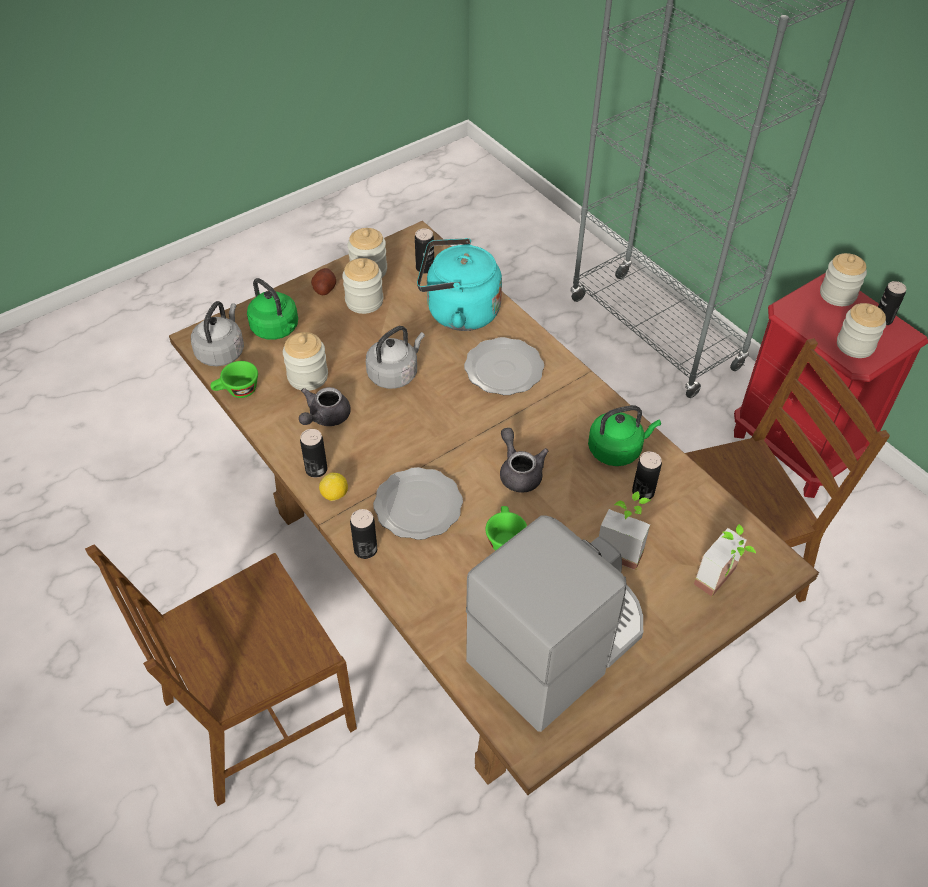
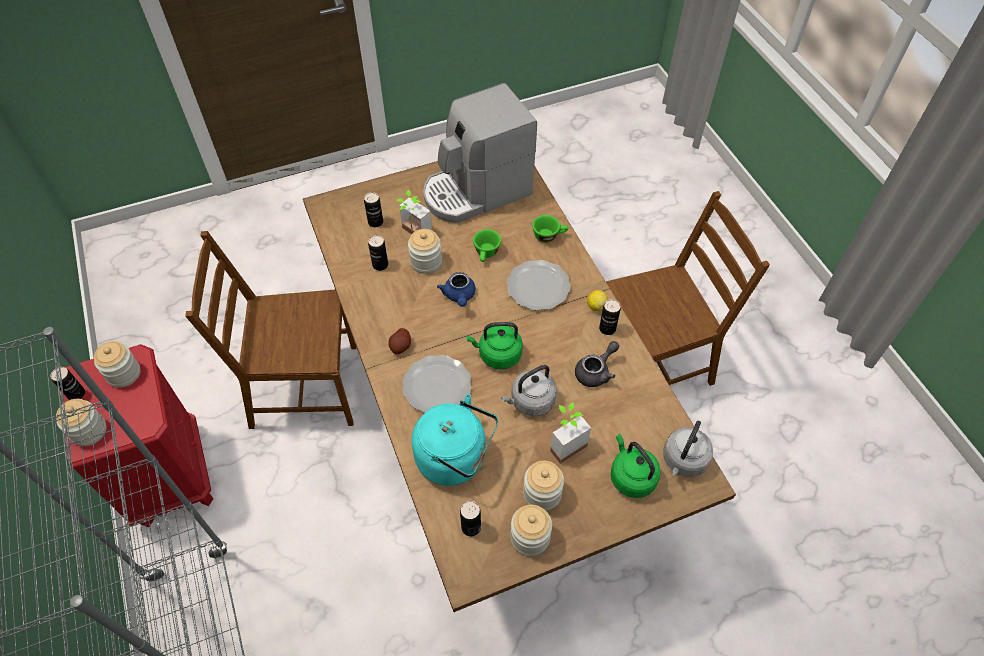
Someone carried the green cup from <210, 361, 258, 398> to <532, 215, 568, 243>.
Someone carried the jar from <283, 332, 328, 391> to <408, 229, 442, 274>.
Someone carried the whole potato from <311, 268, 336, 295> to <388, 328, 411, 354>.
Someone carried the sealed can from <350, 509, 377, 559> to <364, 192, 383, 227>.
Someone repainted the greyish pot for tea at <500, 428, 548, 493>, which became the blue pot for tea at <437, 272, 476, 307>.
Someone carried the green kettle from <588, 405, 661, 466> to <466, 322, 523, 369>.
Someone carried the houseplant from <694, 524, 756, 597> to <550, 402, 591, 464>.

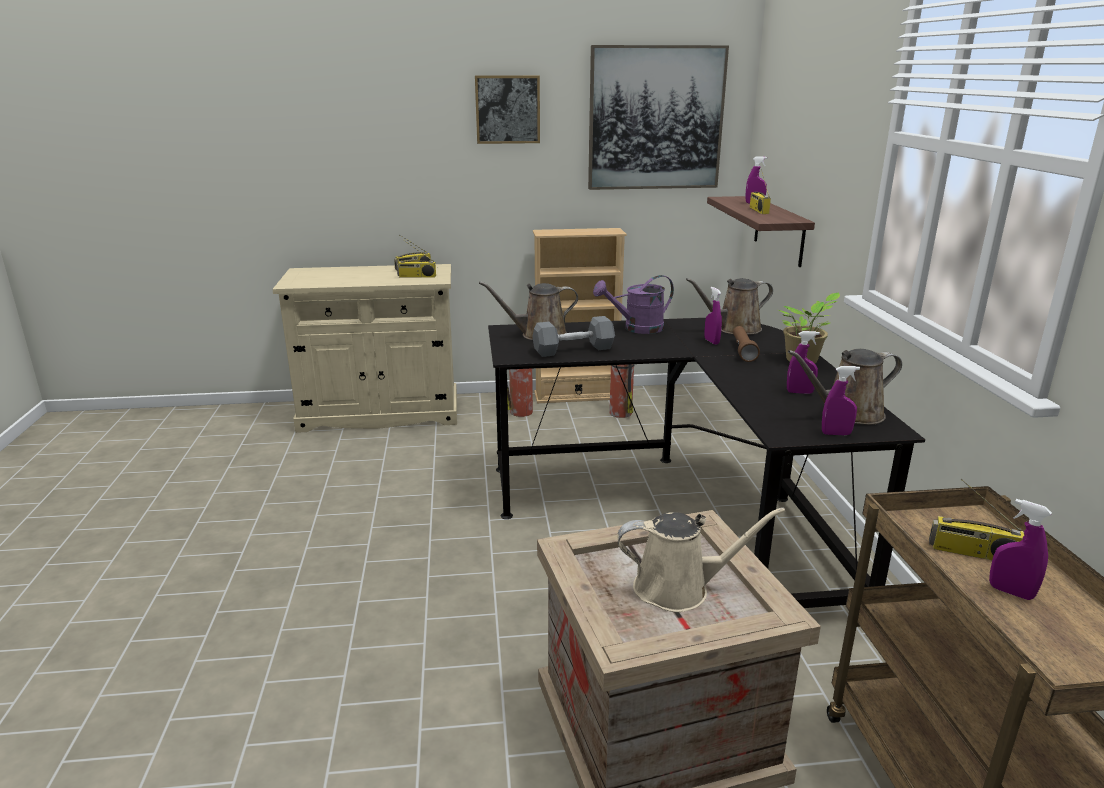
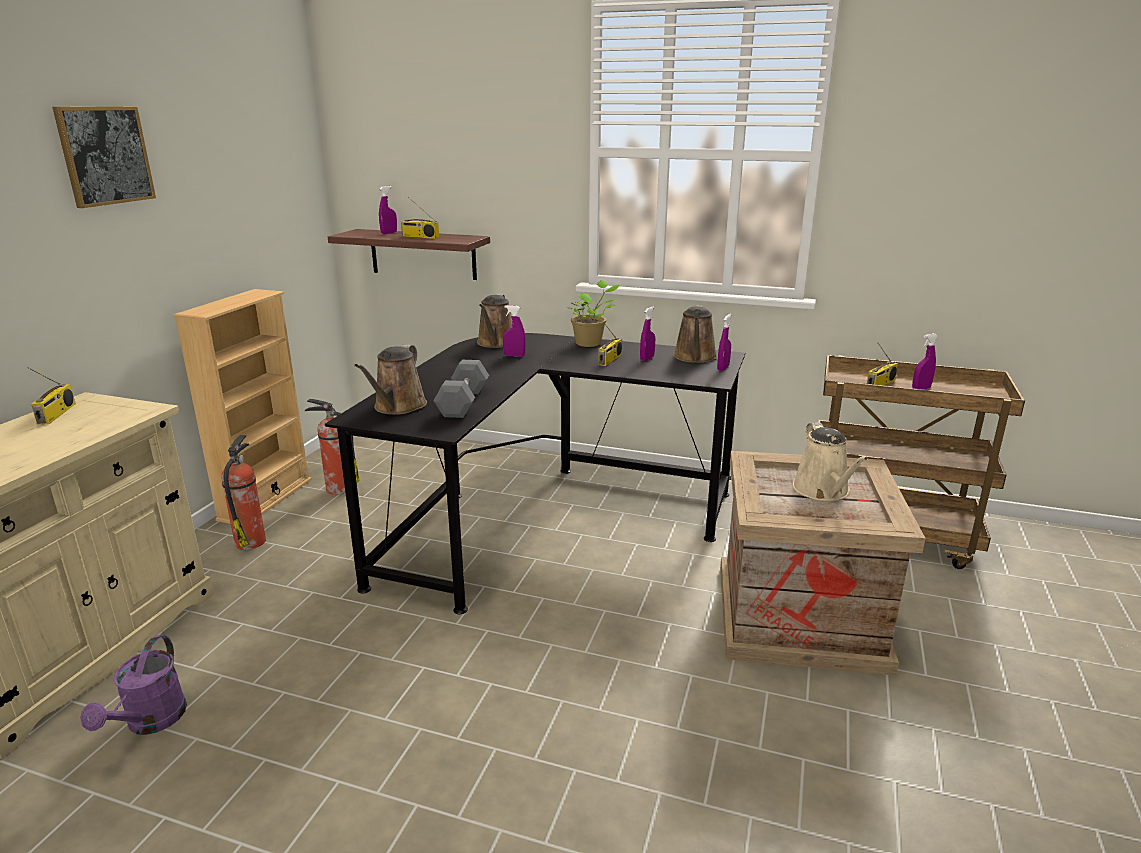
Someone carried the radio receiver from <397, 240, 436, 278> to <598, 322, 622, 366>.
Someone took away the wall art at <588, 45, 729, 190>.
Someone carried the purple-coloured watering can from <593, 275, 674, 334> to <80, 635, 187, 735>.
Someone rotated the beige watering can at <617, 507, 785, 612> by 150 degrees clockwise.
Someone took away the brown hand torch at <733, 326, 760, 362>.

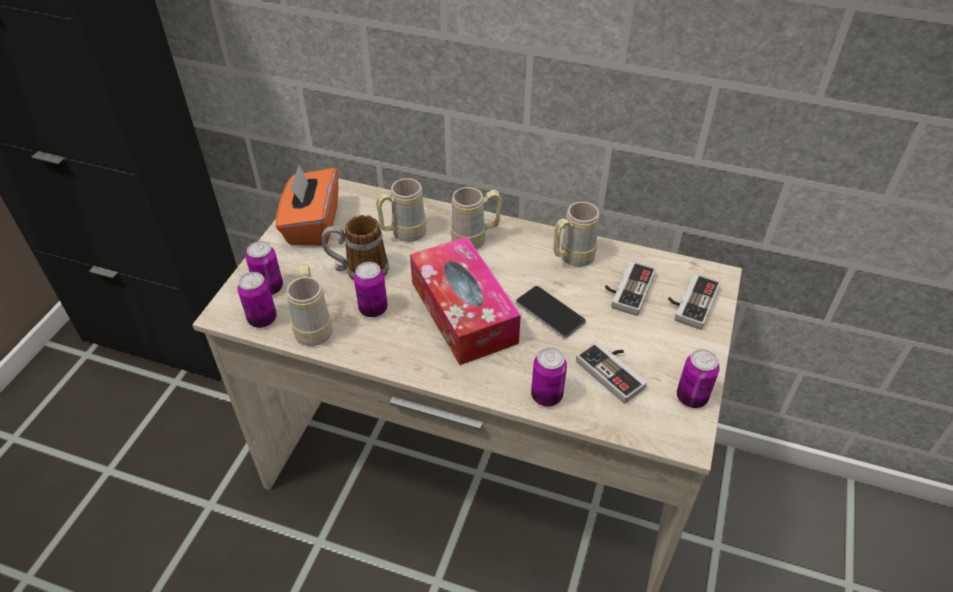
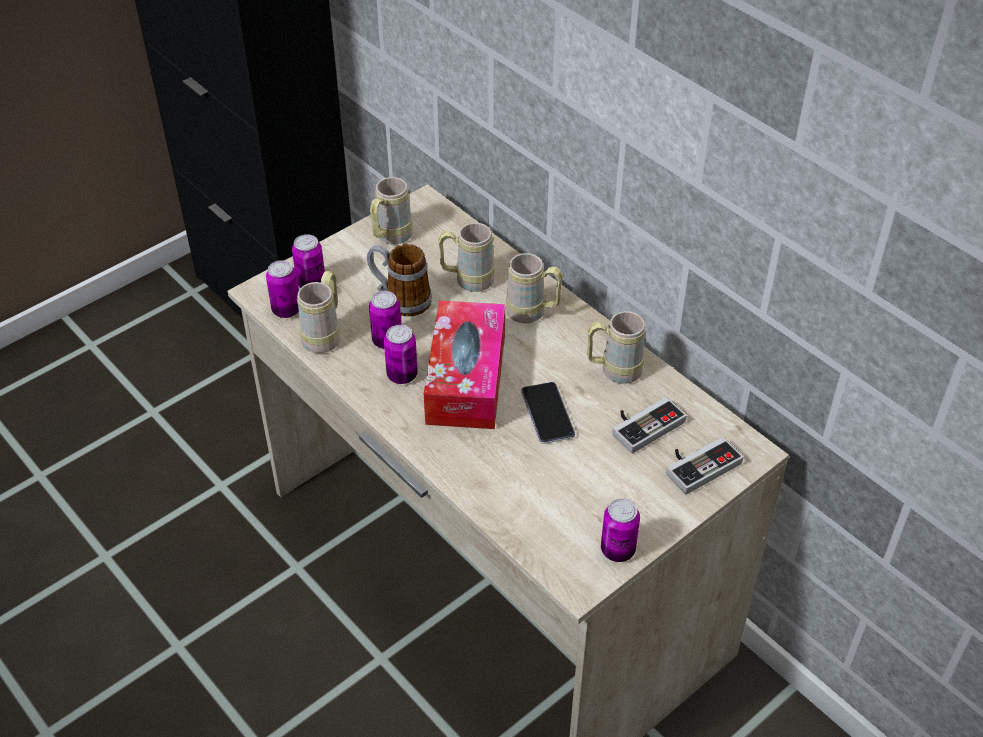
Someone swapped the orange tissue box at <276, 165, 338, 246> for the beige tea mug at <370, 177, 413, 244>.
Someone carried the sealed can from <531, 348, 567, 407> to <384, 325, 418, 384>.
Someone took away the gamepad at <576, 341, 647, 404>.

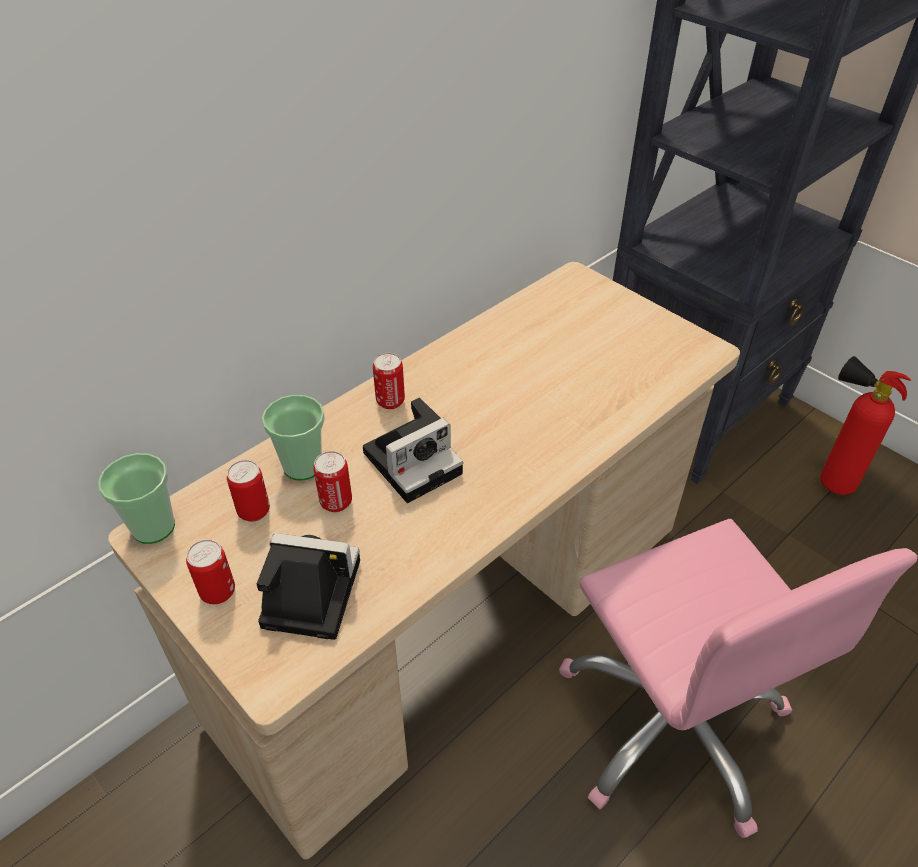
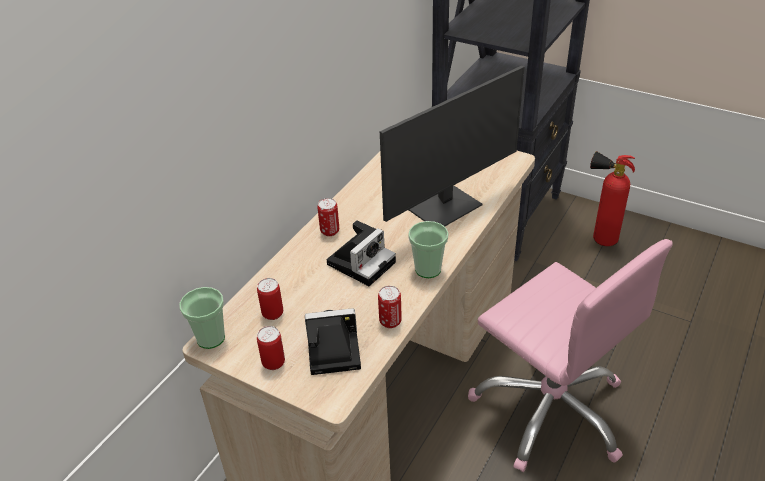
Someone carried the cup from <262, 395, 325, 480> to <408, 221, 449, 278>.
Someone carried the sealed can from <313, 451, 352, 512> to <378, 286, 402, 328>.
Someone put down the monitor at <380, 66, 524, 227>.

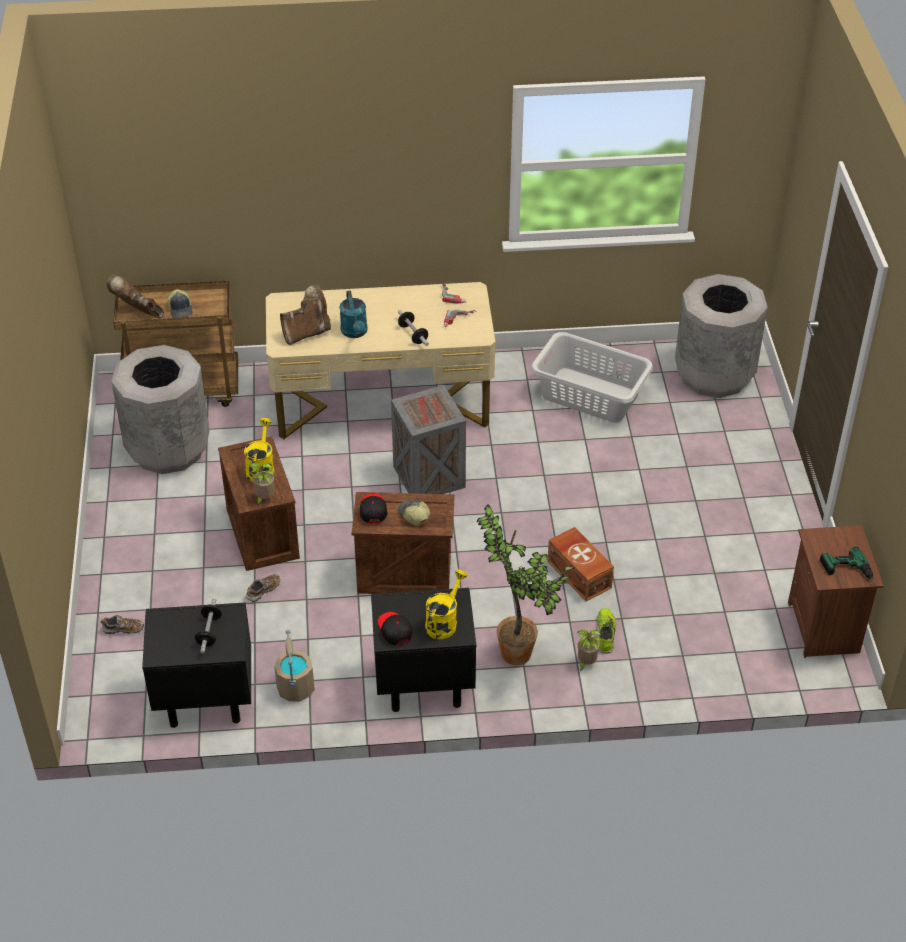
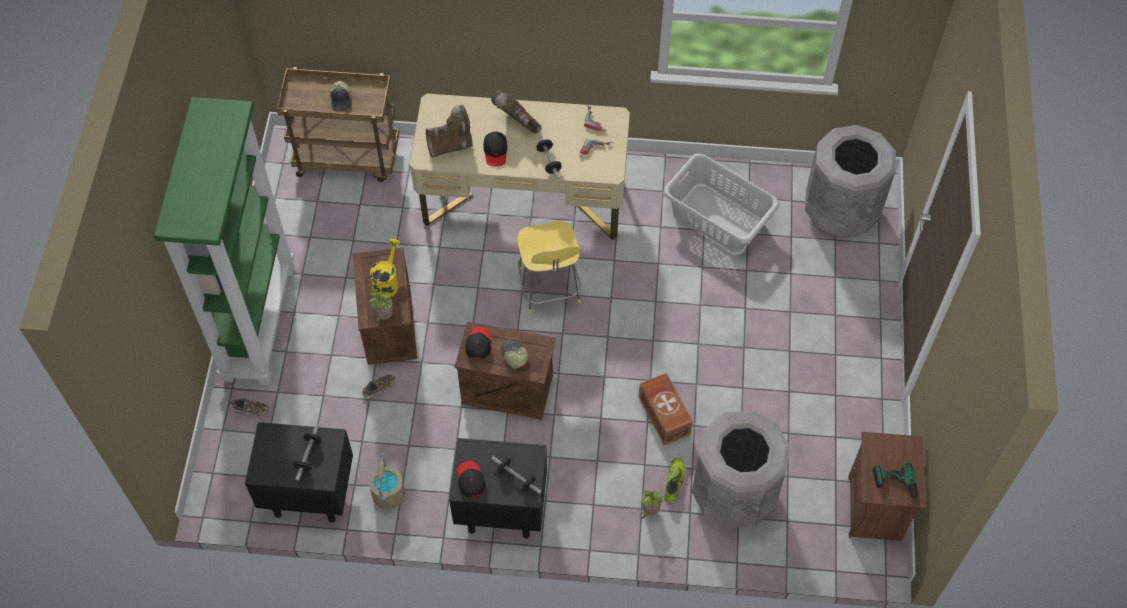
Someone carried the brown boot from <107, 274, 164, 318> to <491, 90, 541, 133>.
Someone carried the greyish trash can from <111, 345, 210, 474> to <692, 410, 790, 528>.
Someone swapped the blue-green watering can at <339, 291, 368, 338> for the black baseball cap at <484, 131, 507, 166>.
Someone swapped the packing crate at <391, 385, 466, 494> for the yellow-coloured sitting stool at <517, 221, 581, 314>.
Someone swapped the yellow-coloured watering can at <425, 570, 468, 639> for the free weight at <491, 456, 541, 494>.
Someone took away the houseplant at <477, 505, 574, 666>.
Someone put down the green bookcase at <154, 97, 294, 385>.

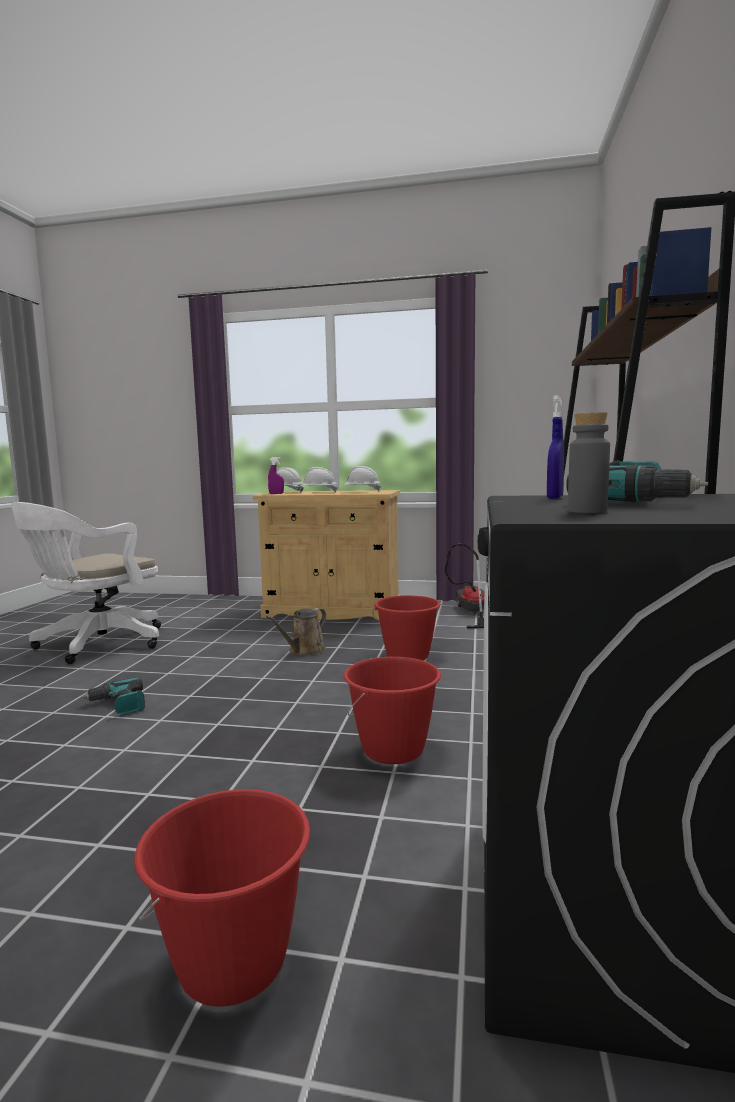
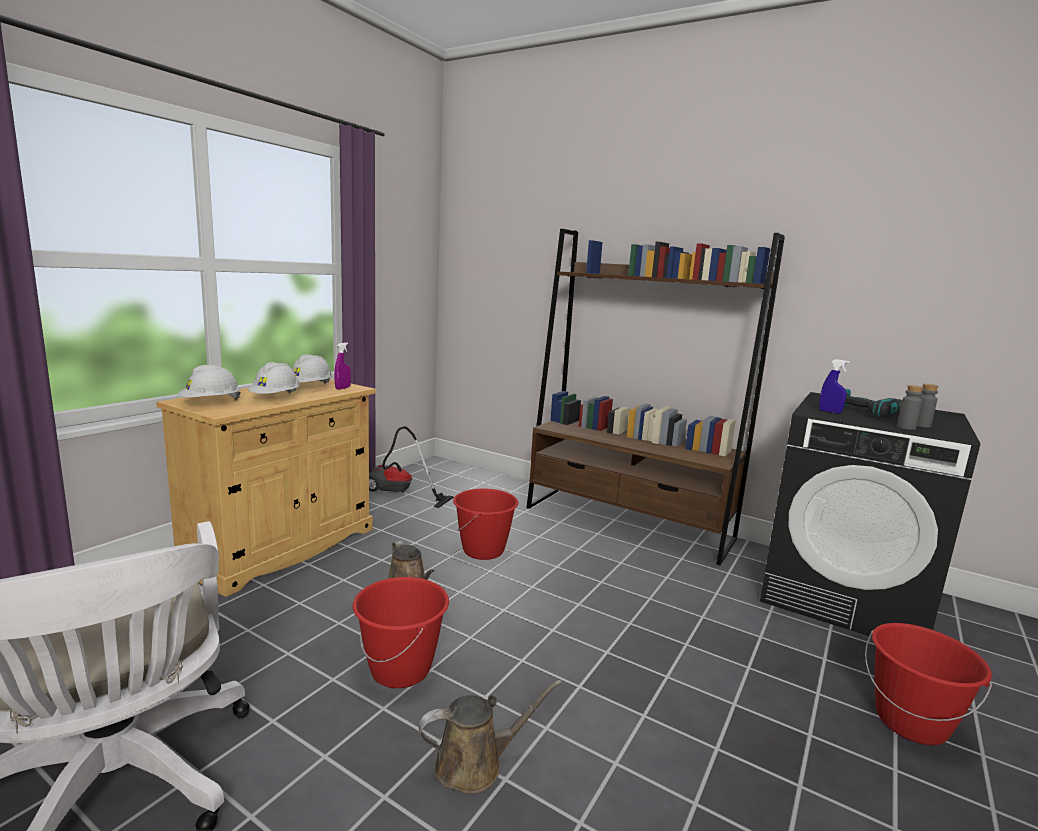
Someone swapped the drill at <81, 677, 145, 716> for the brown watering can at <419, 680, 562, 794>.
Someone carried the purple-coloured hand sprayer from <268, 457, 284, 494> to <334, 342, 351, 390>.
Someone carried the red pail from <343, 657, 441, 764> to <353, 577, 449, 688>.
Someone put down the greyish bottle at <897, 385, 924, 430>.

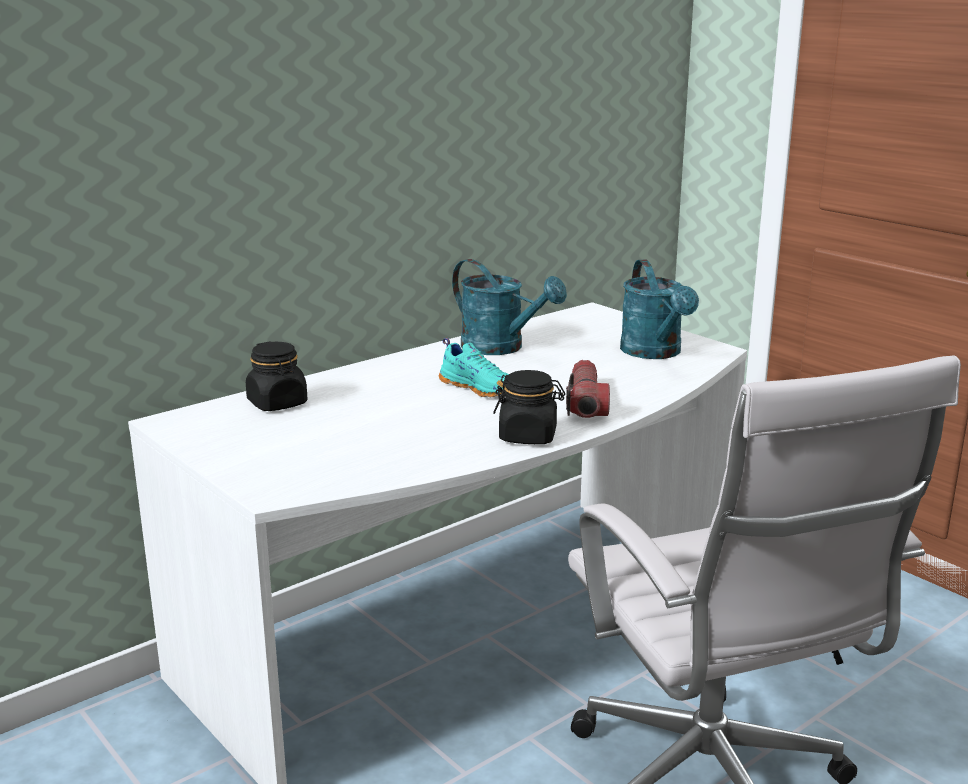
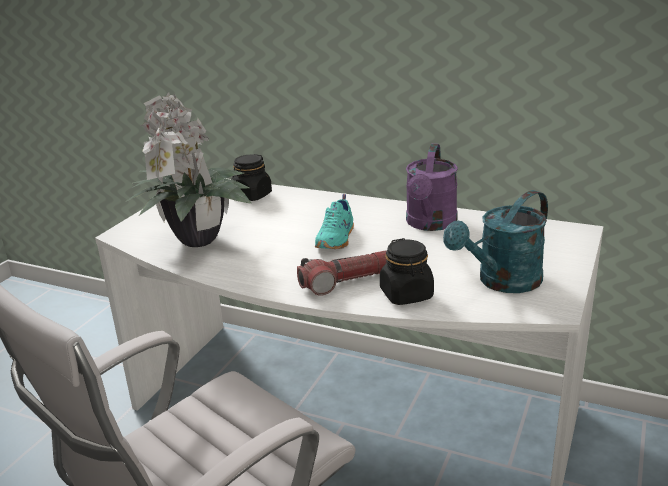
Someone repainted the blue-green watering can at <452, 259, 567, 355>, which became the purple-coloured watering can at <406, 144, 458, 231>.
Someone carried the black jar from <493, 370, 565, 444> to <380, 238, 434, 305>.
Someone put down the houseplant at <125, 92, 251, 247>.

